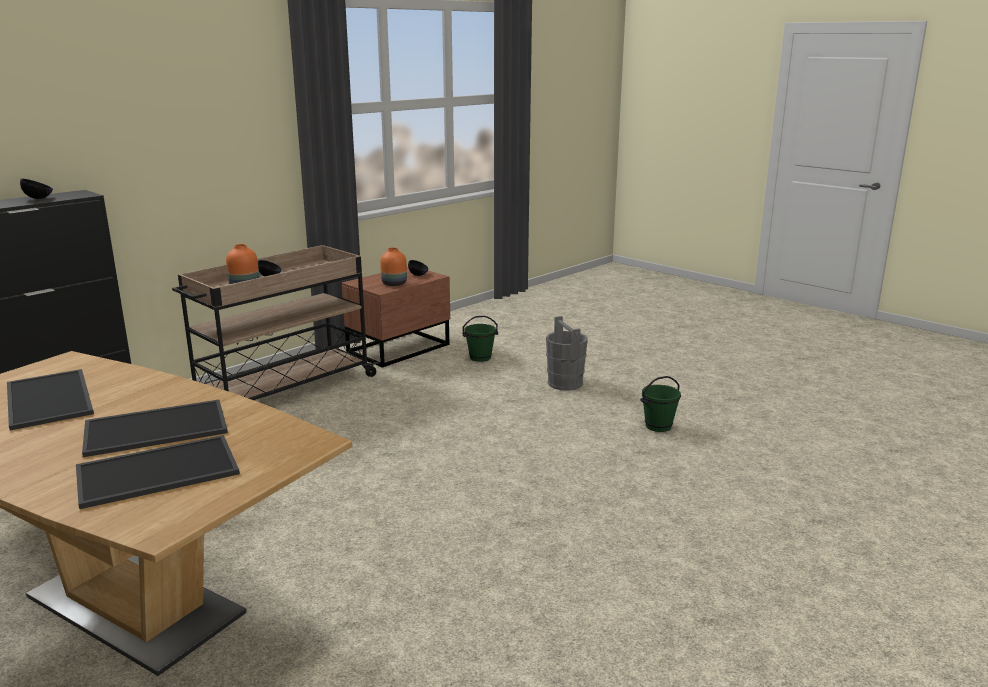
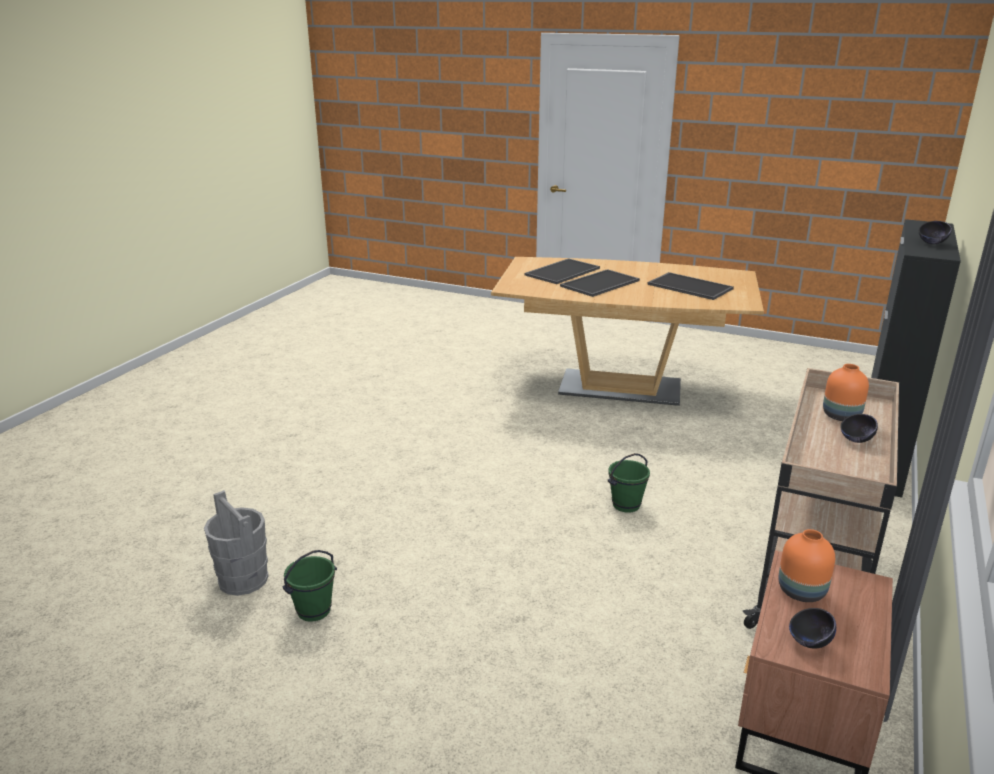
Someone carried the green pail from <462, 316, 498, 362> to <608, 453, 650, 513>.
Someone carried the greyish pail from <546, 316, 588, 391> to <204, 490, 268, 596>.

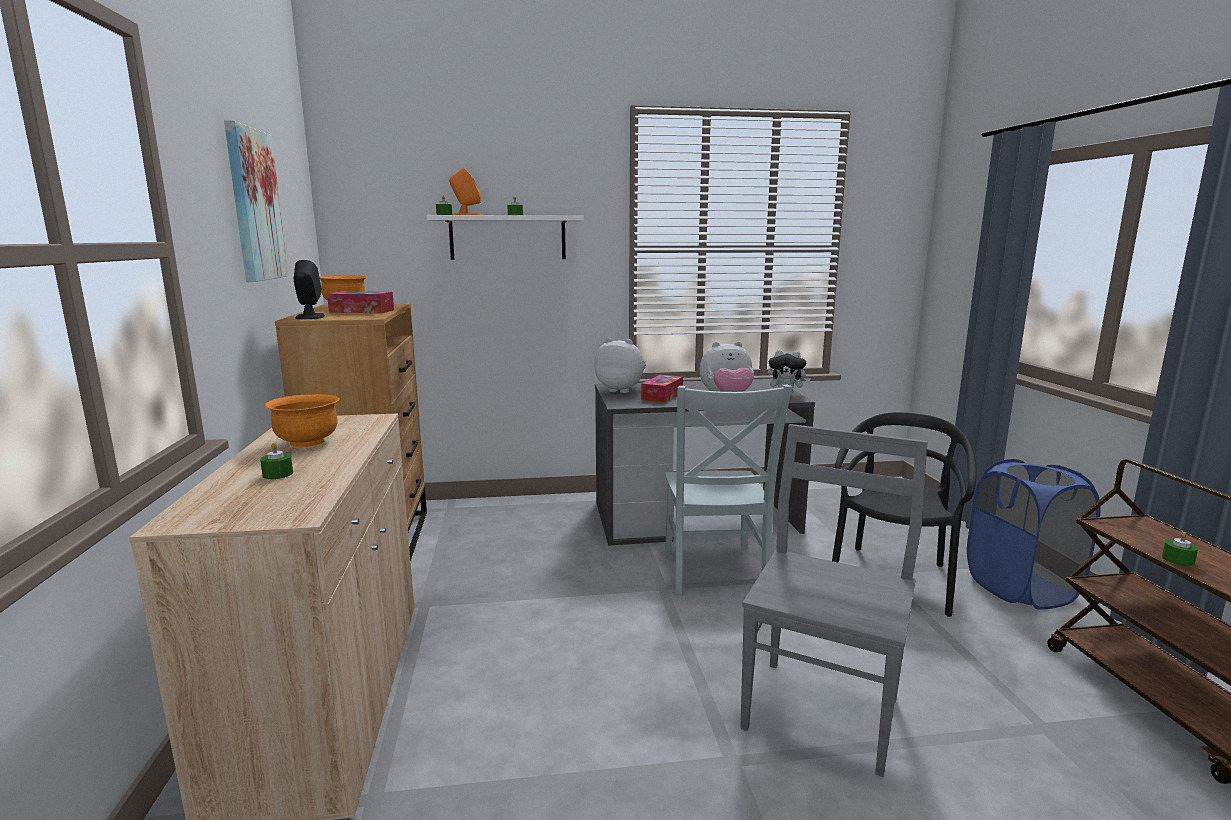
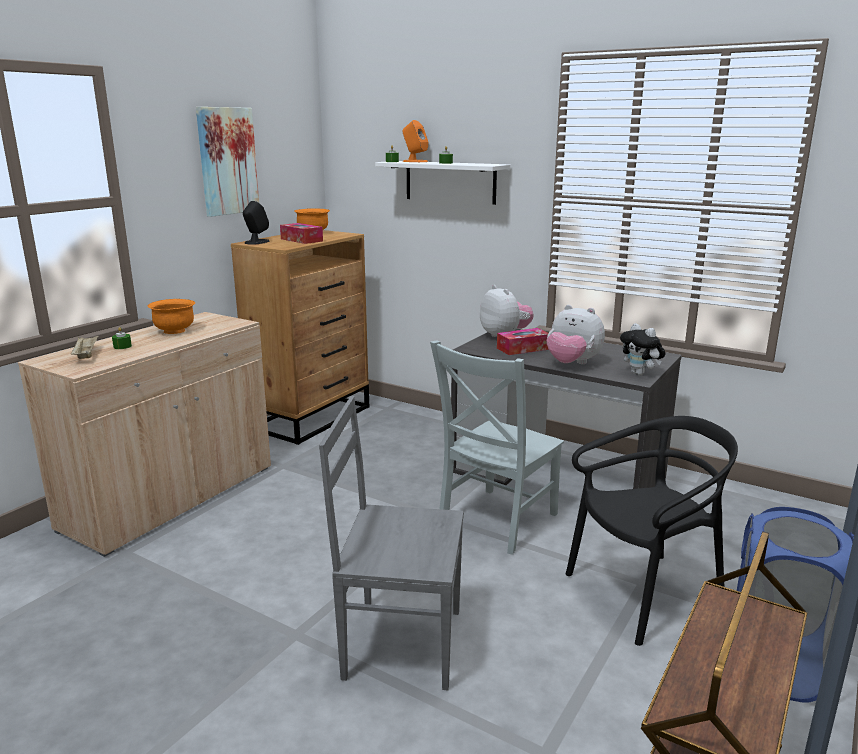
Someone rotated the greyish chair at <740, 424, 928, 777> by 150 degrees counterclockwise.
Someone took away the green wax candle at <1162, 532, 1198, 566>.
Someone put down the beige carrying tray at <70, 335, 99, 359>.

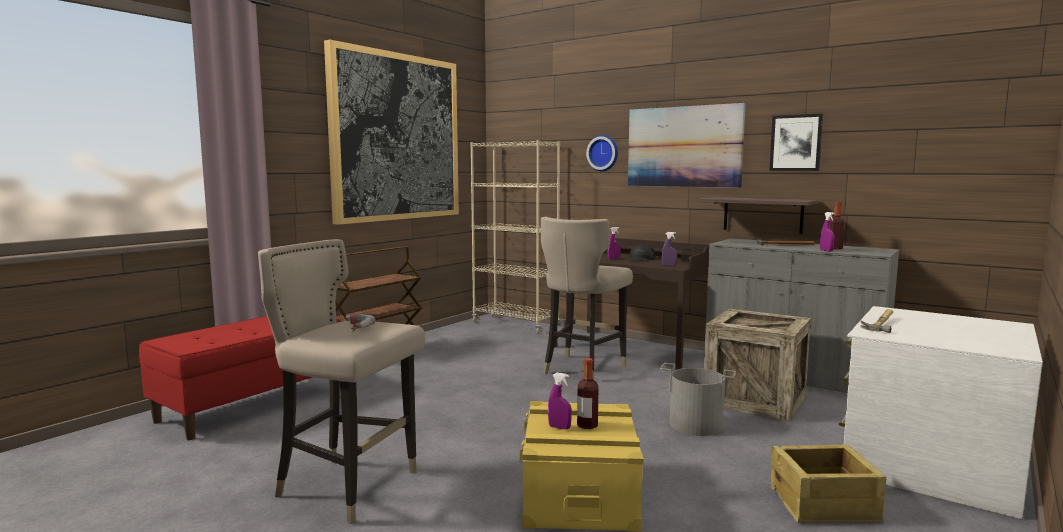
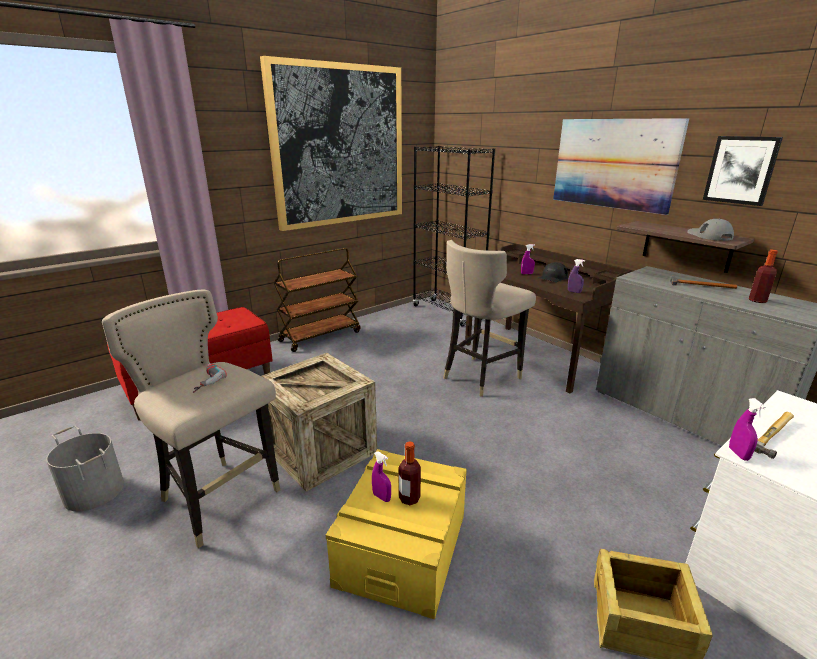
Someone repainted the beige bookcase at <470, 140, 560, 334>, which became the black bookcase at <413, 146, 495, 327>.
Someone took away the hanging clock at <586, 135, 618, 171>.
Someone carried the greyish pail from <660, 363, 736, 436> to <46, 426, 124, 511>.
Someone carried the packing crate from <704, 309, 811, 422> to <262, 353, 377, 492>.
Someone carried the purple-coloured hand sprayer from <820, 212, 835, 252> to <729, 398, 766, 461>.
Someone put down the greyish baseball cap at <687, 219, 734, 241>.

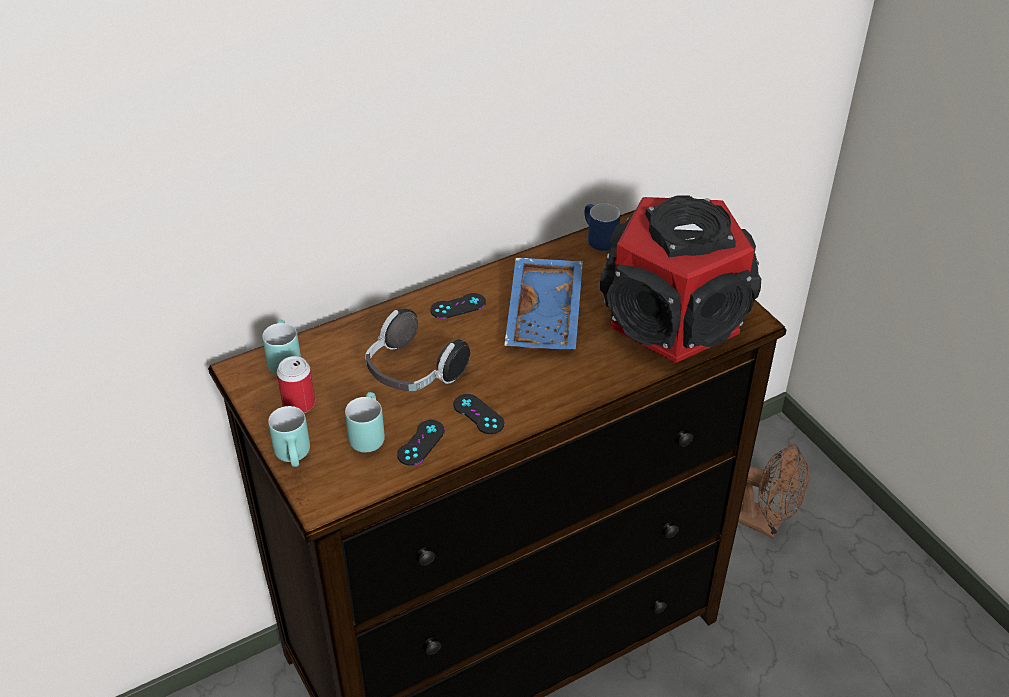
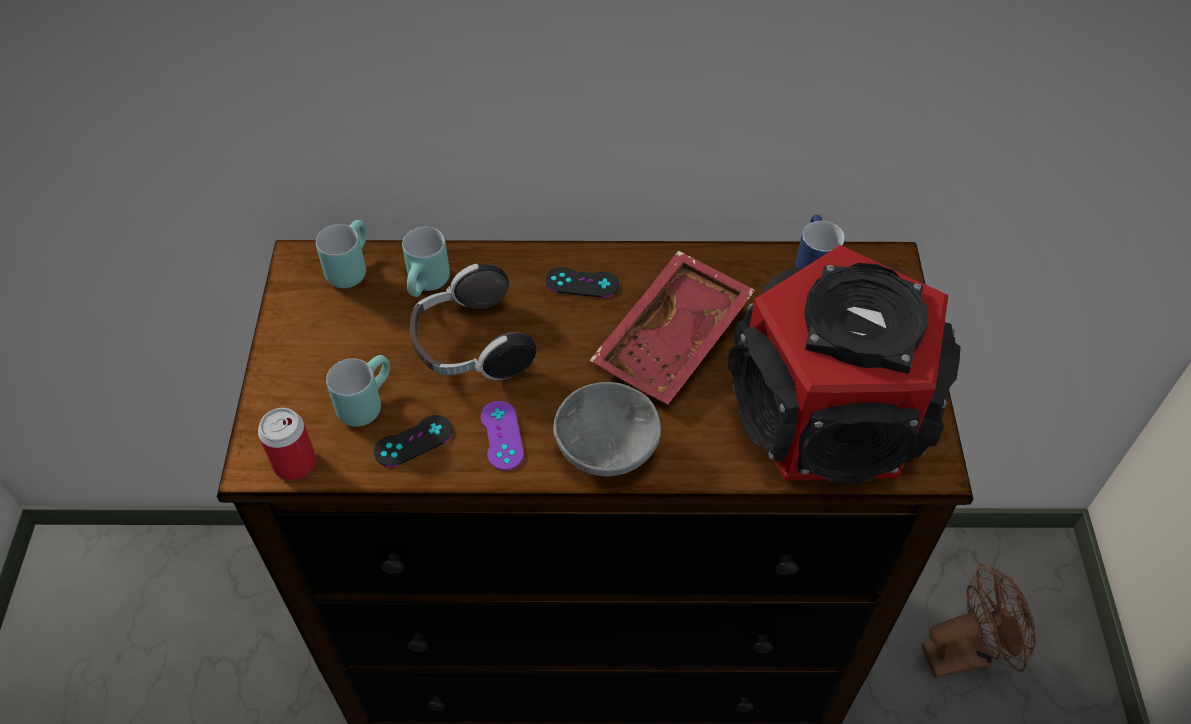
Someone carried the blue-green tea mug from <268, 406, 310, 467> to <402, 227, 450, 297>.
Someone carried the sealed can from <277, 356, 315, 413> to <258, 408, 316, 480>.
Someone repainted the black gamepad at <454, 394, 504, 434>, which became the purple-coloured gamepad at <481, 401, 524, 471>.
Someone repainted the blue carrying tray at <504, 258, 583, 350>, which became the red carrying tray at <590, 251, 755, 404>.
Someone rotated the brown electric fan at <738, 444, 809, 538> by 75 degrees counterclockwise.
Someone put down the greyish serving bowl at <553, 382, 661, 476>.

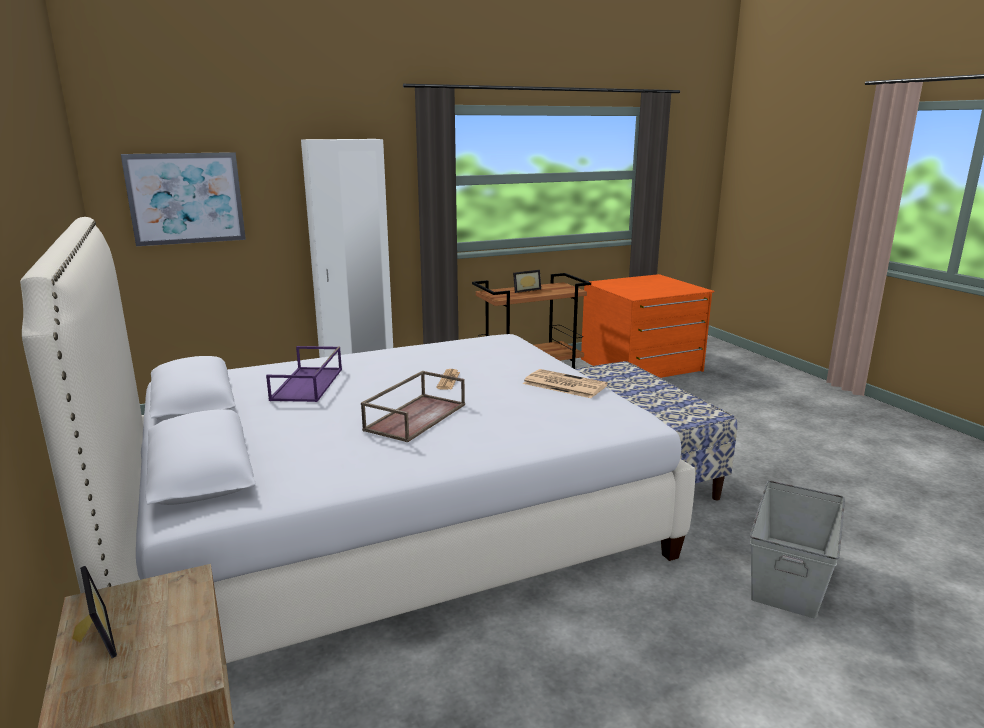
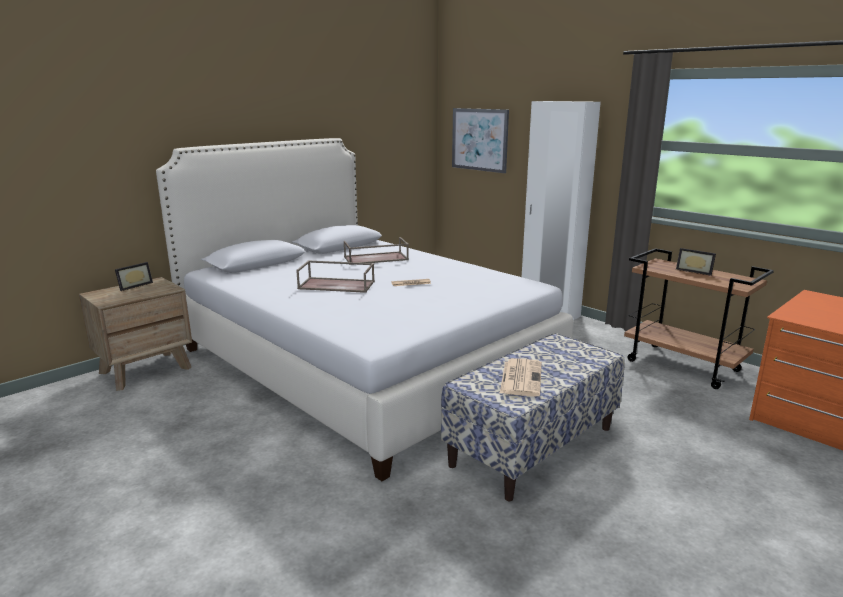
Someone repainted the purple-coloured carrying tray at <266, 346, 342, 402>, which became the brown carrying tray at <344, 237, 409, 265>.
Someone carried the printed paper from <523, 369, 608, 398> to <500, 358, 542, 396>.
Someone took away the greyish storage container at <750, 480, 845, 619>.

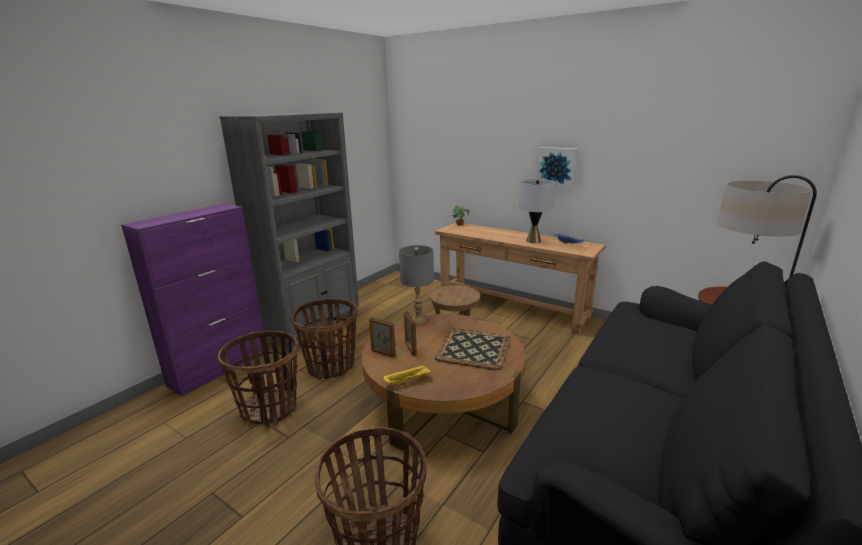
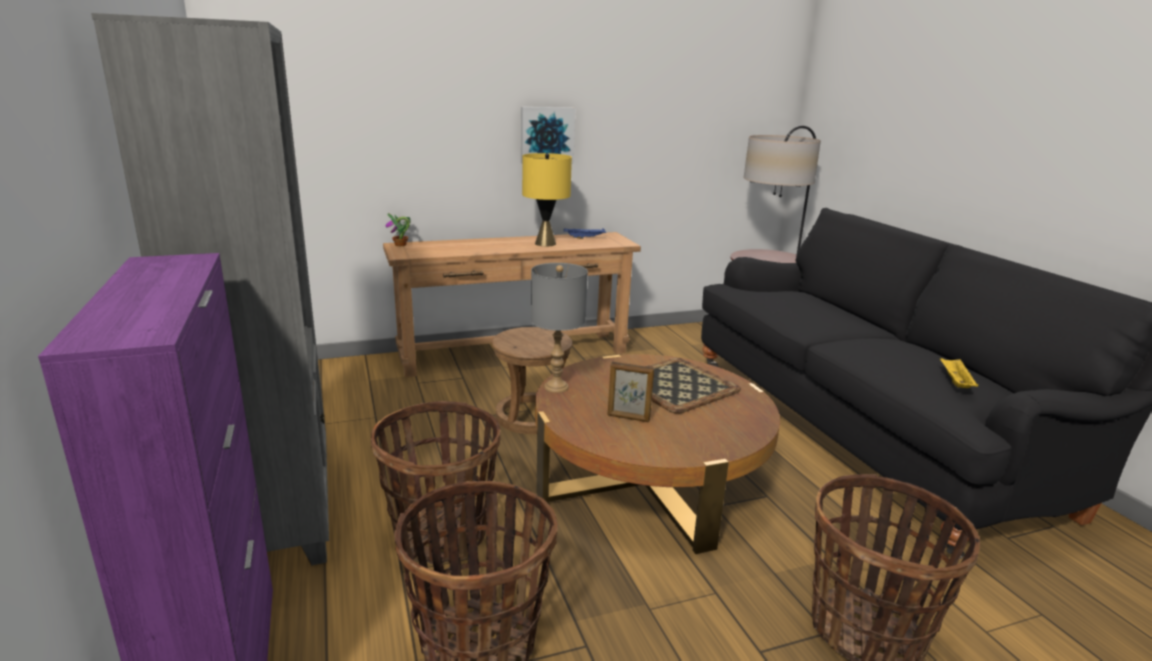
Someone took away the picture frame at <369, 317, 396, 358>.
Someone carried the yellow-coloured carrying tray from <383, 364, 431, 385> to <940, 358, 978, 388>.
Someone repainted the greyish table lamp at <519, 179, 555, 243>, which became the yellow-coloured table lamp at <522, 153, 572, 246>.

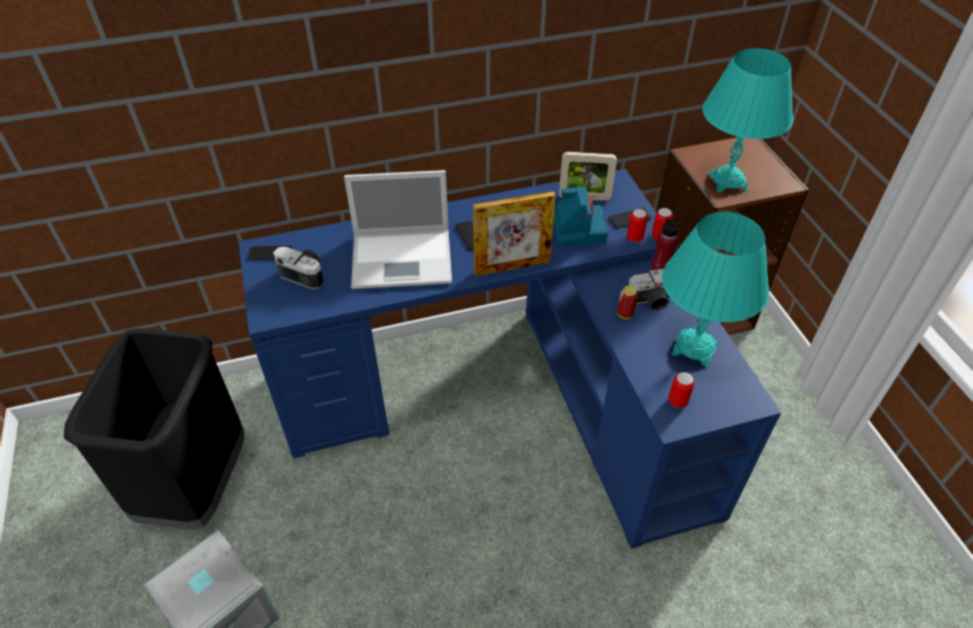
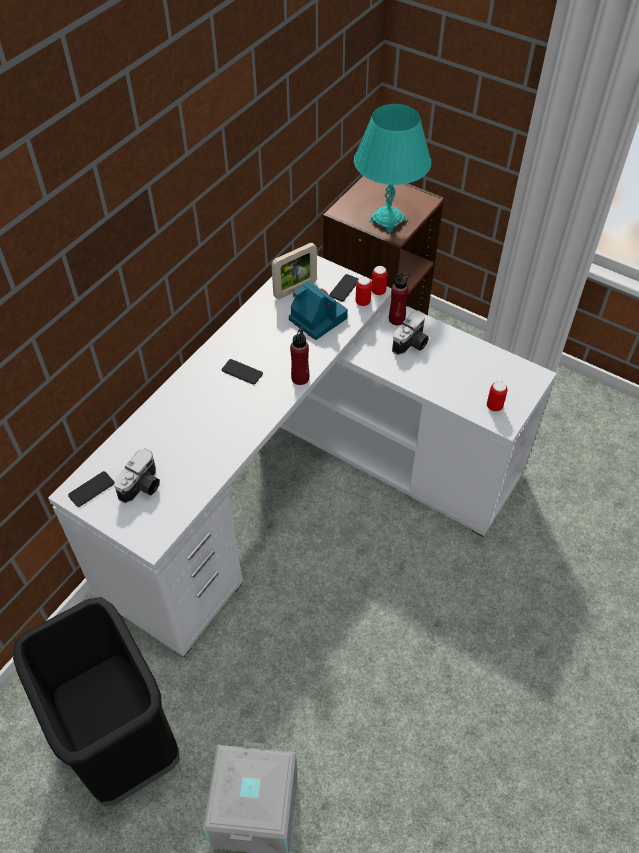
Someone repainted the blue desk at <239, 169, 781, 549>, which became the white desk at <48, 255, 557, 658>.
Someone rotated the still camera at <273, 247, 324, 289> by 135 degrees clockwise.
Someone took away the portable computer at <344, 170, 452, 289>.
Someone swapped the picture frame at <473, 191, 556, 276> for the red bottle at <290, 326, 309, 385>.
Someone took away the sealed can at <617, 286, 638, 319>.
Someone took away the blue-green table lamp at <662, 212, 769, 367>.

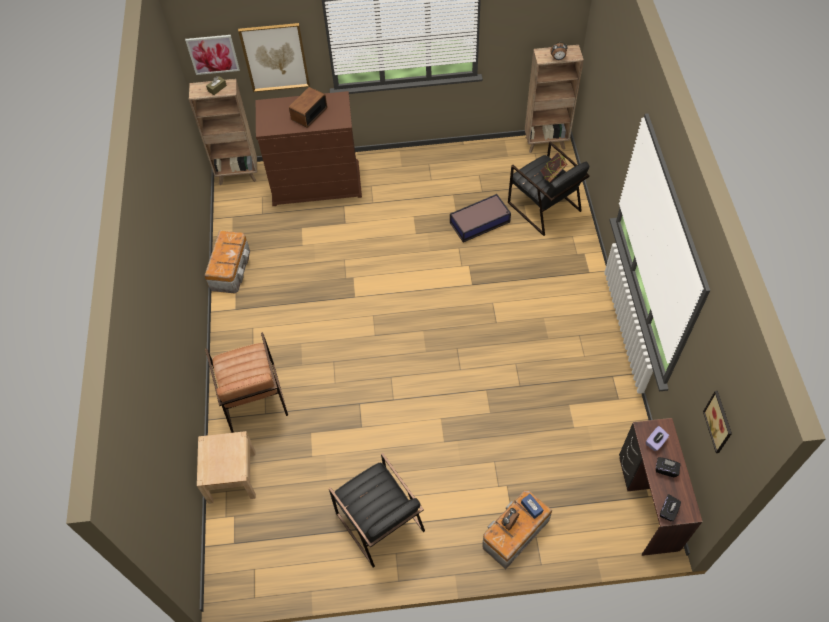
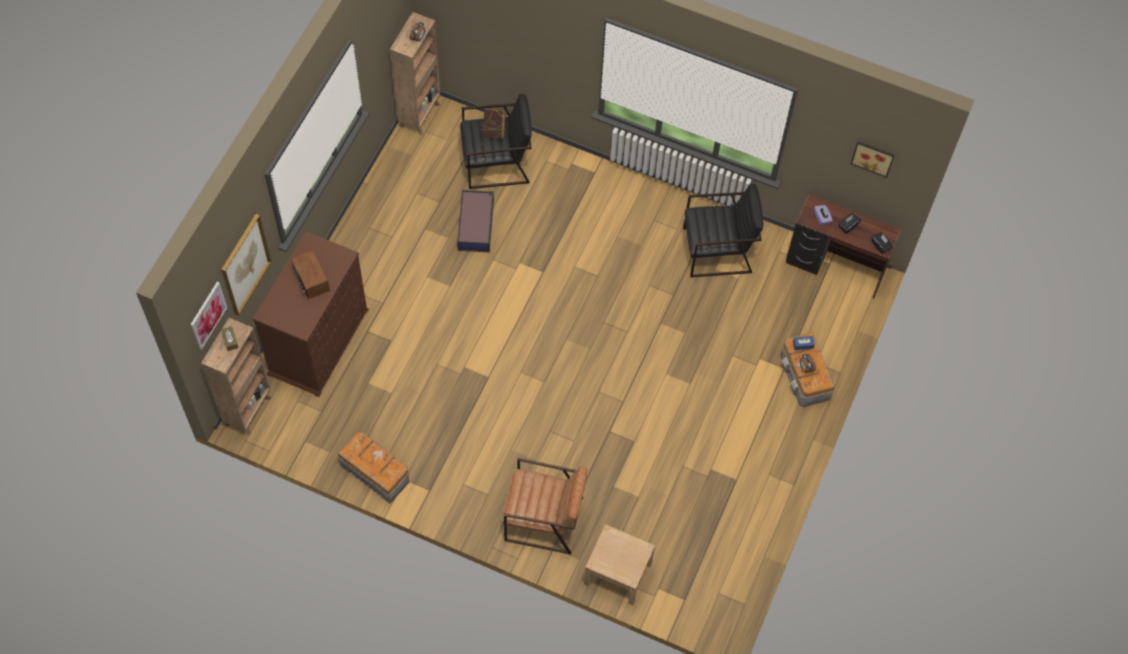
Someone carried the black lounge chair from <329, 453, 425, 568> to <683, 184, 763, 277>.

